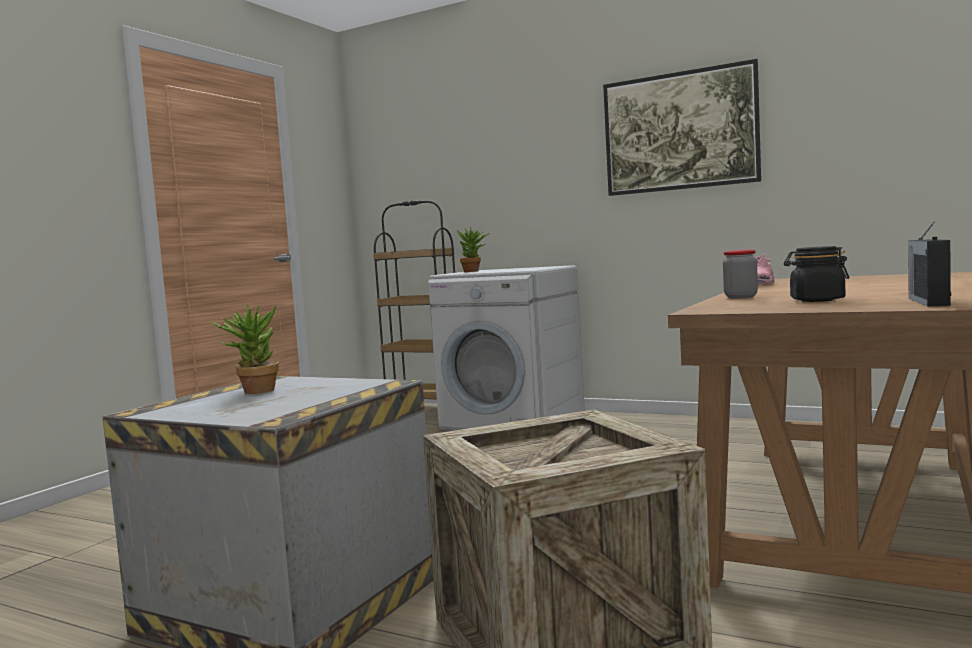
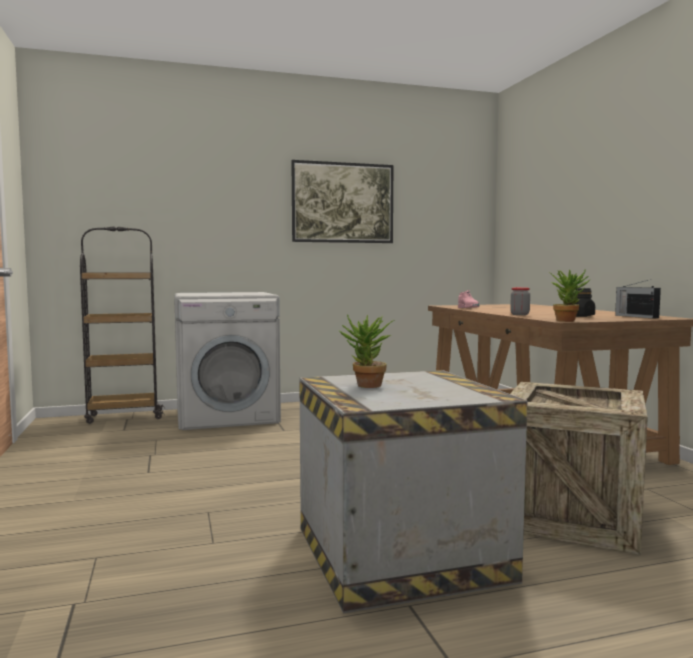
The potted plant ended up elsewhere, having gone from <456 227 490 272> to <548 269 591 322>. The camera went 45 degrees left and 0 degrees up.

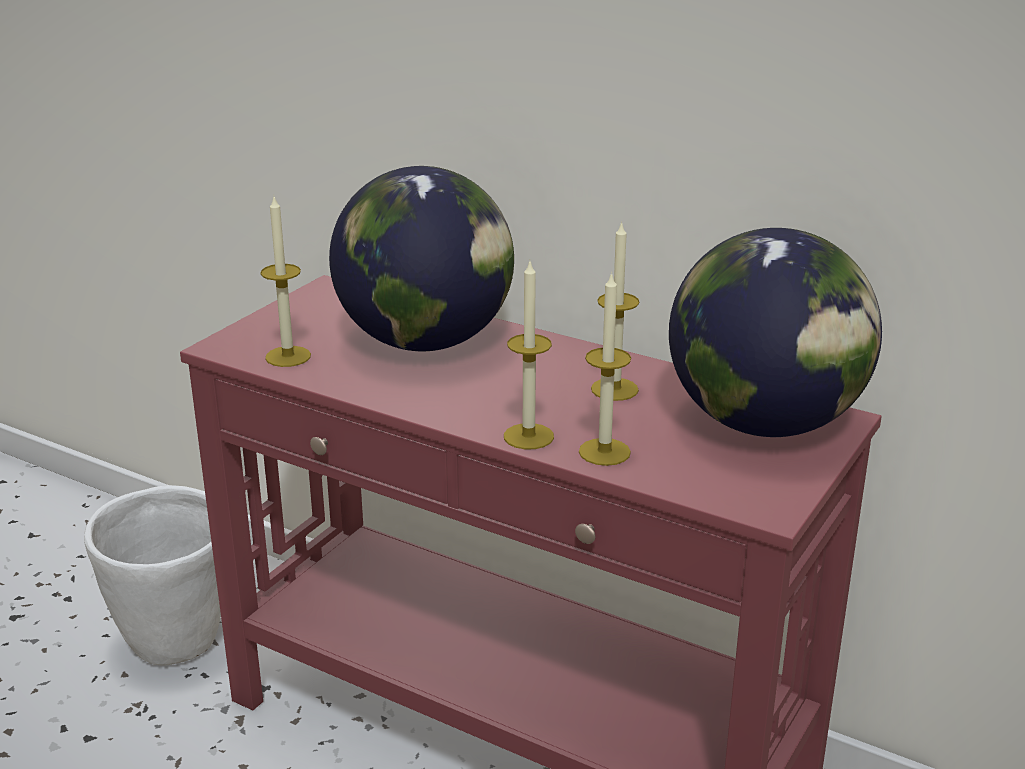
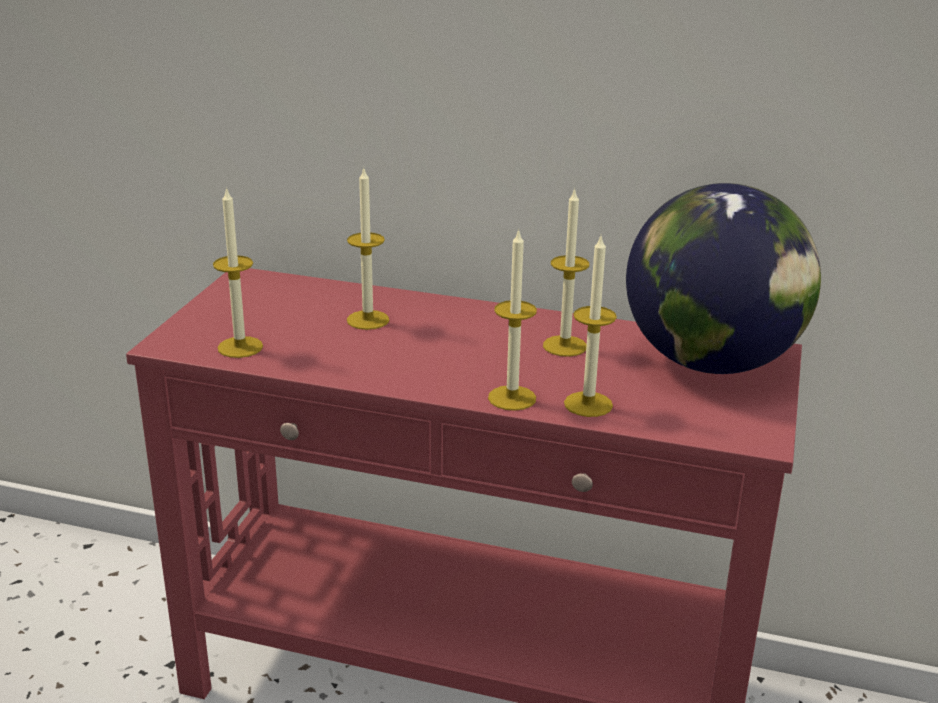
Where the globe stood at <329 166 514 351>, the wax candle came to stand at <347 169 389 330>. The second view lost the white flower pot at <84 485 221 666>. The camera went 15 degrees left and 0 degrees up.

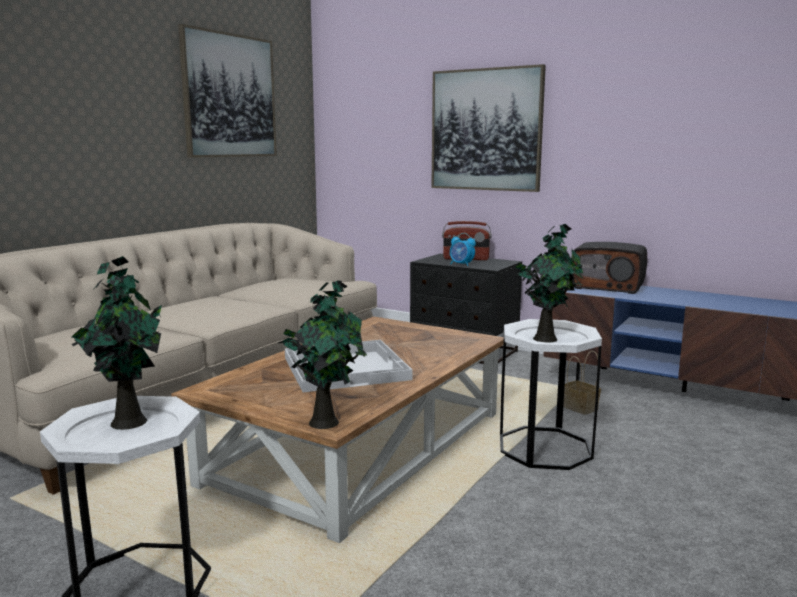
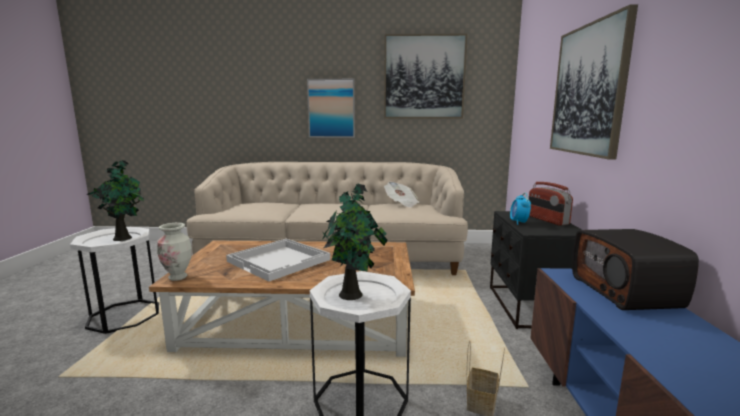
Where the potted plant stood at <278 280 368 429>, the decorative vase came to stand at <157 223 192 281>. The second view gained the picture at <307 79 355 138>. The second view gained the newspaper at <384 182 419 208>. The camera went 60 degrees right and 0 degrees up.

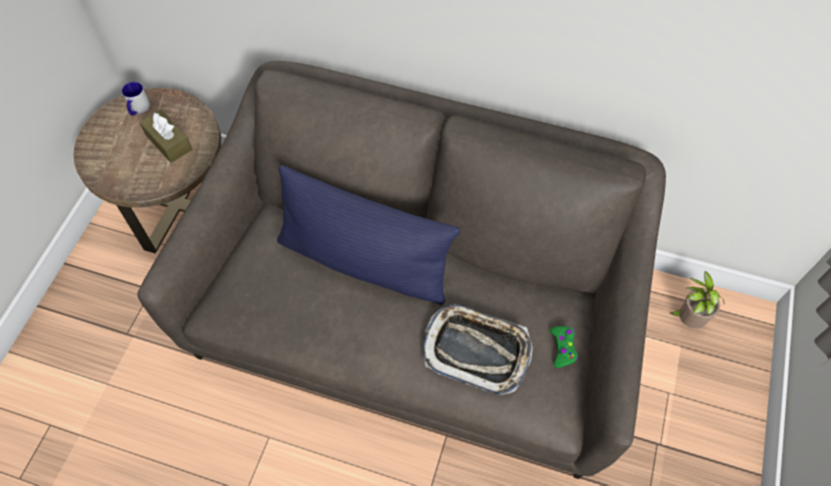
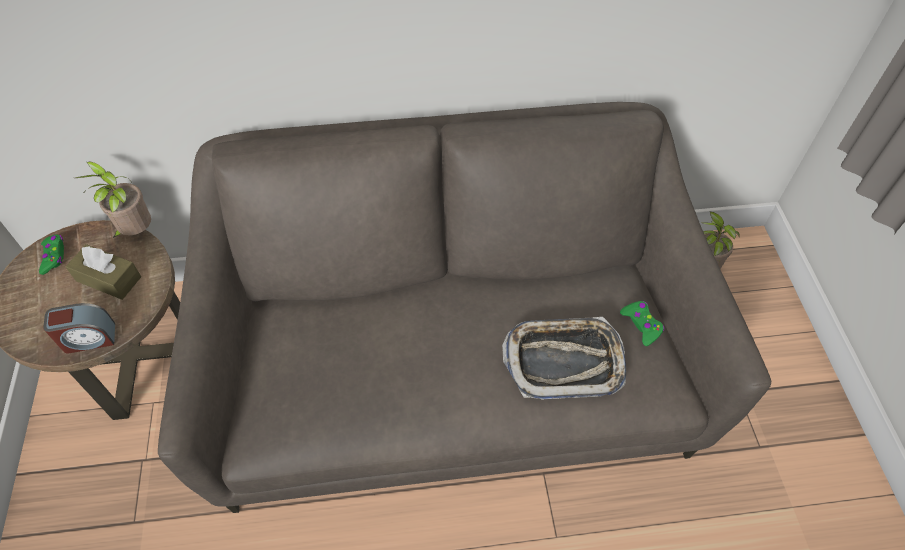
Where the coffee mug stood at <122 82 150 116>, the greenish game controller came to stand at <39 234 64 275>. The second view lost the blue throw pillow at <277 165 460 305>. The second view gained the potted plant at <75 162 151 238>. The second view gained the table clock at <43 303 115 353>. The camera went 25 degrees left and 5 degrees down.

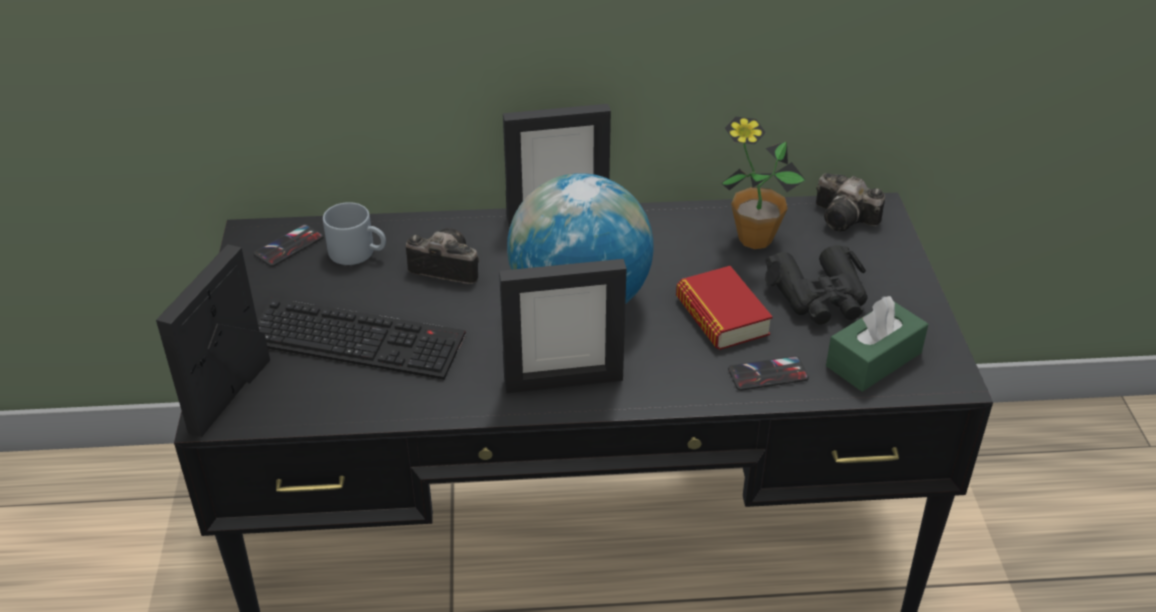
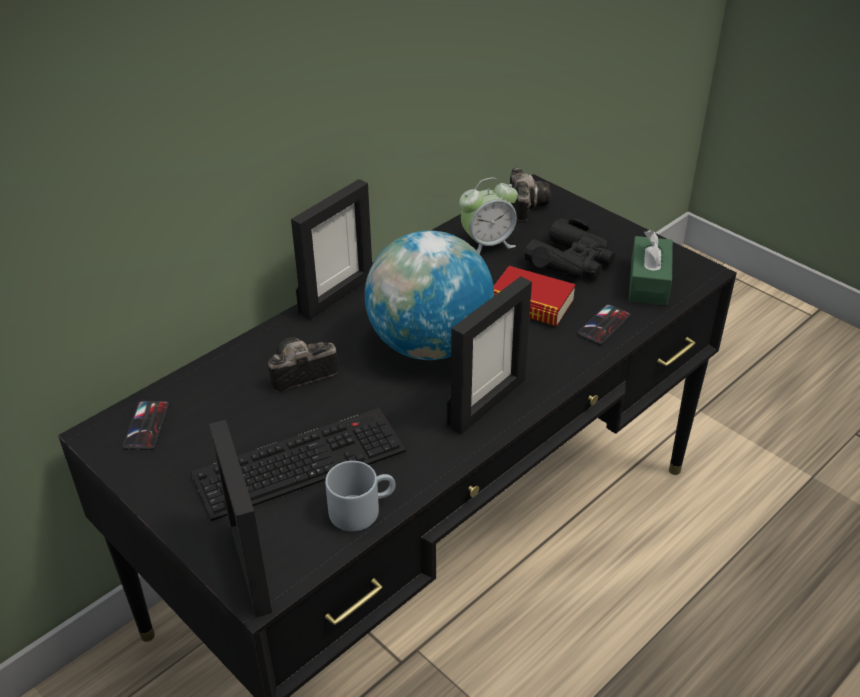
Where the potted plant stood at <721 117 806 249>, the table clock came to stand at <459 178 518 254>. The still camera at <816 173 885 231> ended up facing another way, 90 degrees counterclockwise from before. The greyish coffee mug ended up elsewhere, having gone from <323 202 386 265> to <325 461 396 531>. The camera went 40 degrees left and 0 degrees up.

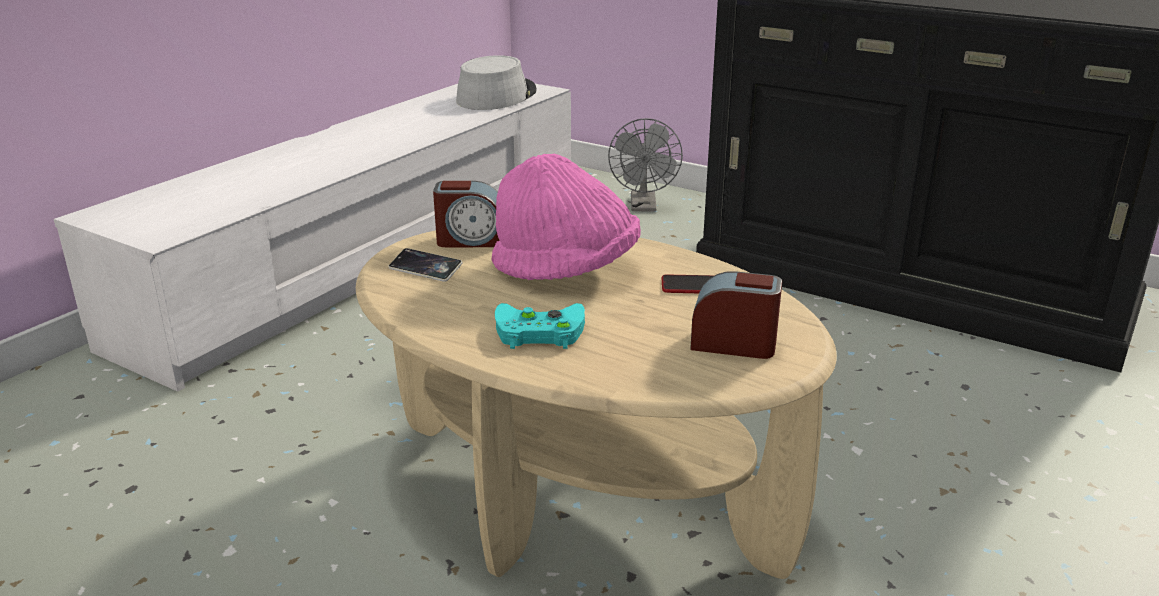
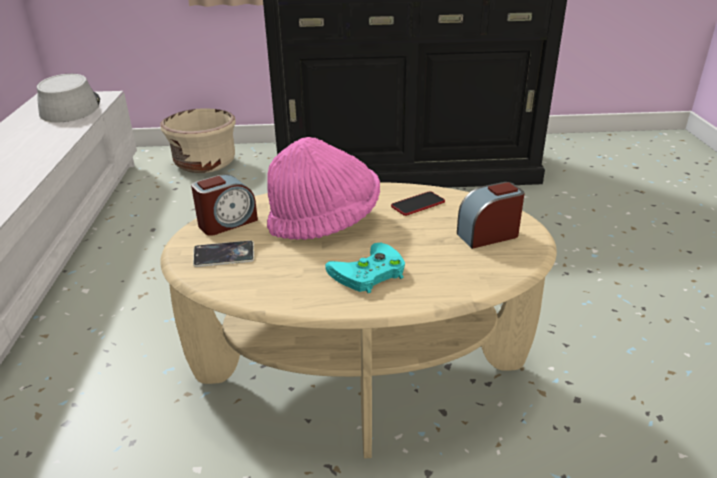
Where the greyish cooling fan stood at <608 118 683 212>, the beige-coloured flower pot came to stand at <160 108 236 173>. The camera went 35 degrees left and 5 degrees up.

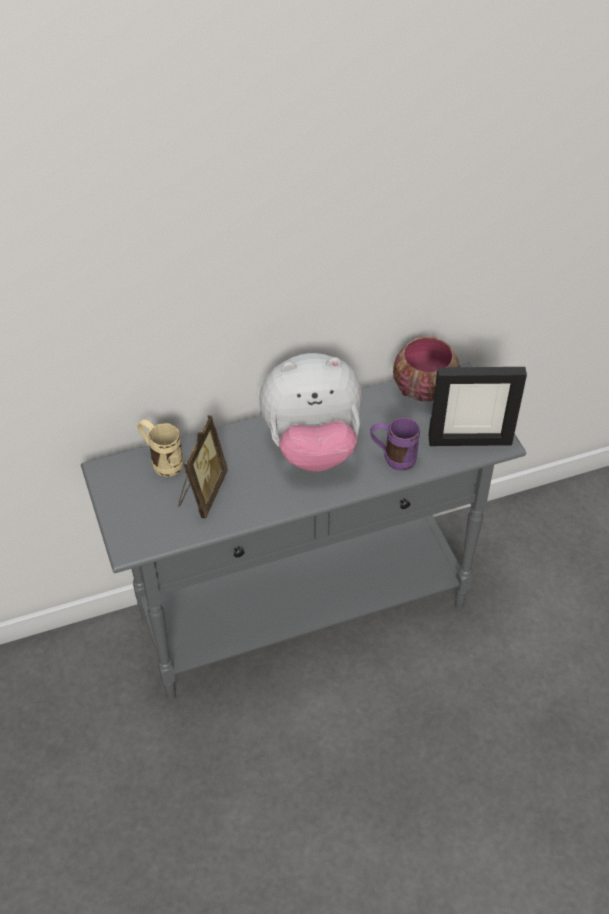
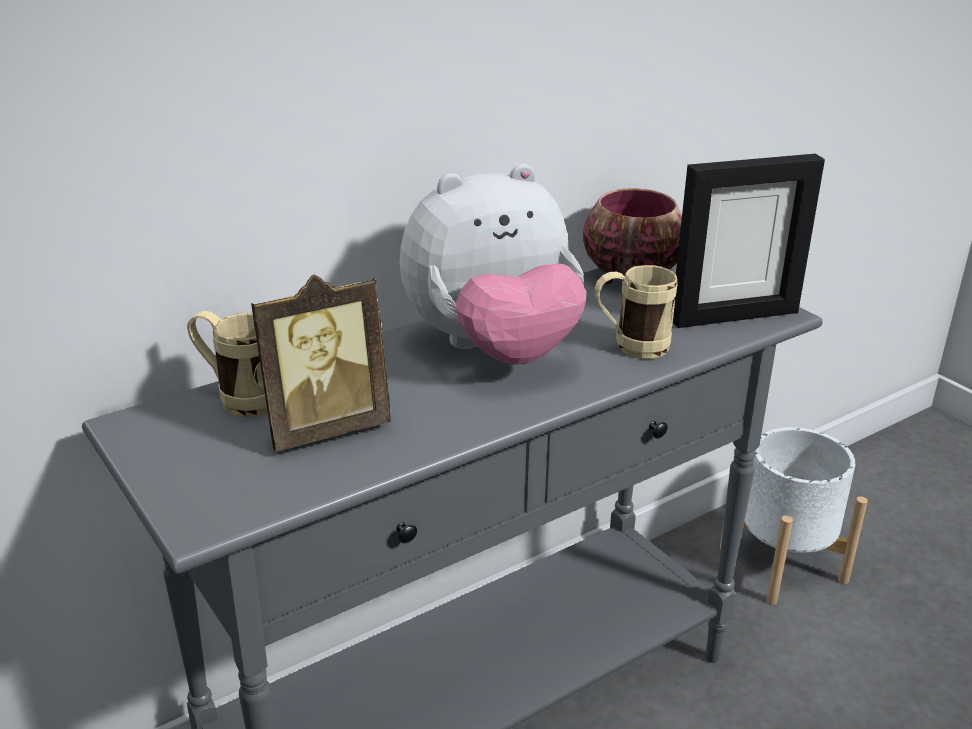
The standing frame at <178 415 228 519> ended up facing another way, 60 degrees clockwise from before. What was the purple coffee mug at <370 417 420 471> turned into the beige-coloured coffee mug at <595 265 678 359>. The second view gained the white flower pot at <720 427 868 605>. The camera went 15 degrees left and 20 degrees down.

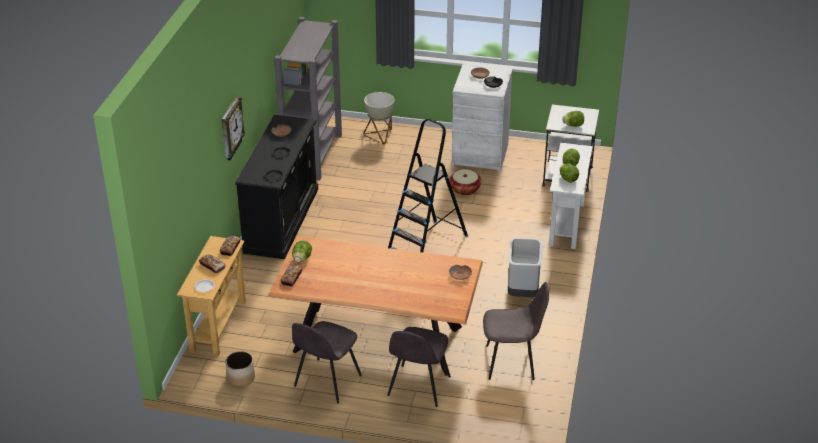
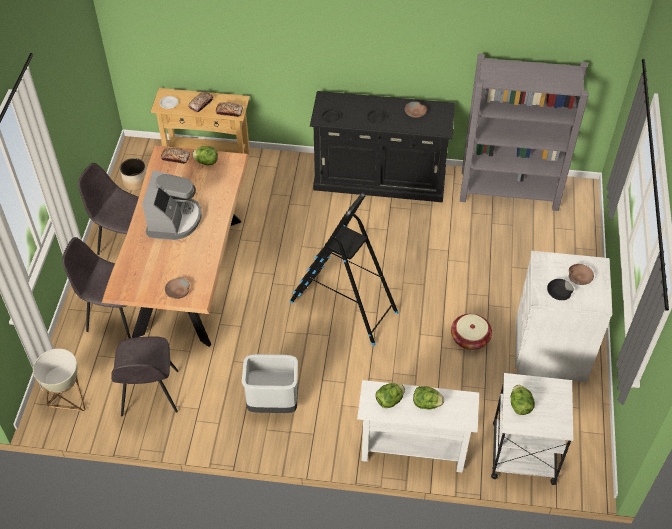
The flower pot ended up elsewhere, having gone from <363 92 395 144> to <33 348 85 411>. The second view lost the hanging clock at <222 96 245 160>. The second view gained the coffee machine at <142 170 202 240>. The camera went 85 degrees right and 15 degrees up.

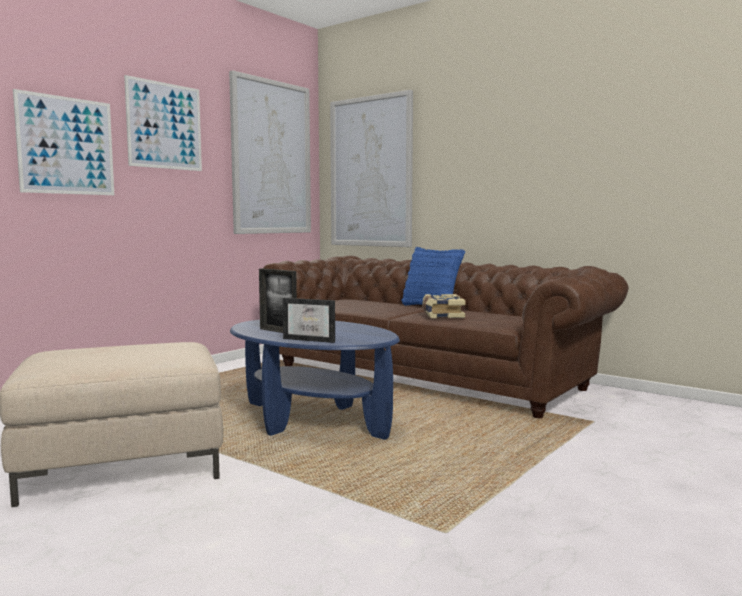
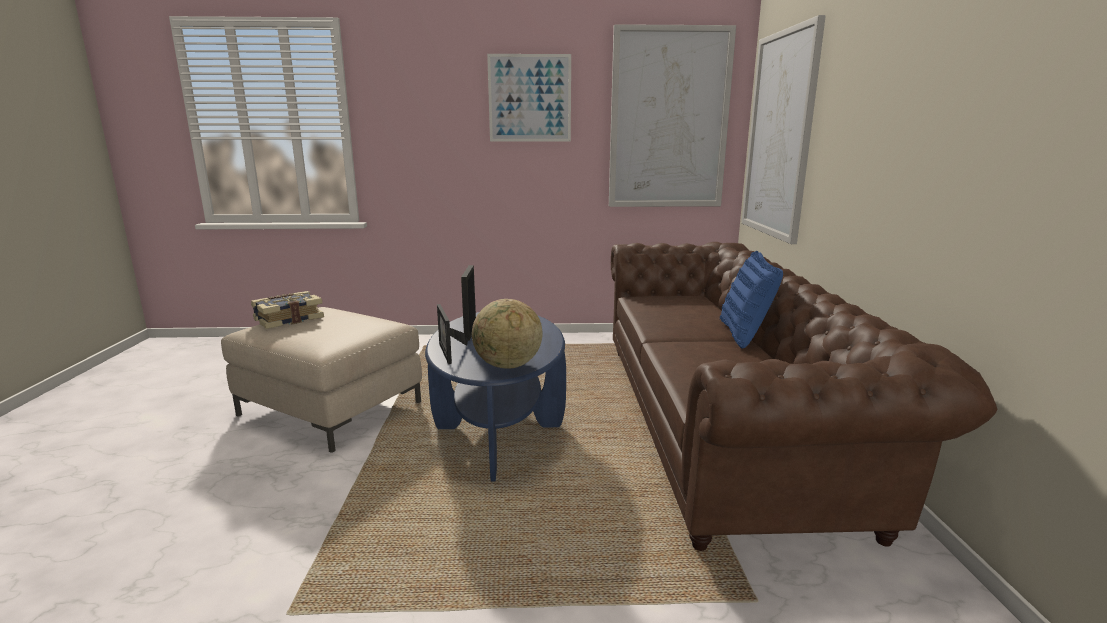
The second view lost the picture at <13 89 114 195>. The volume ended up elsewhere, having gone from <422 294 465 318> to <251 291 324 329>. The second view gained the globe at <472 299 543 369>. The camera went 50 degrees right and 10 degrees up.

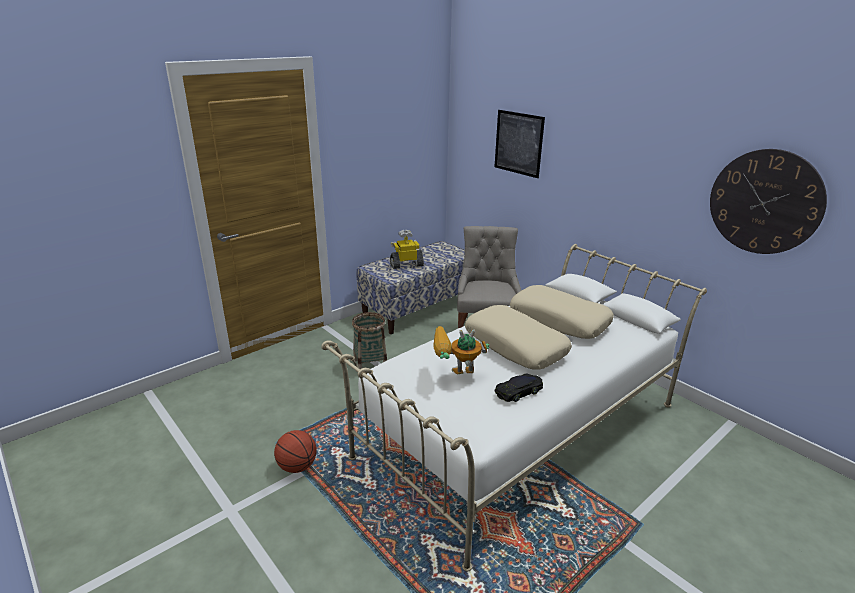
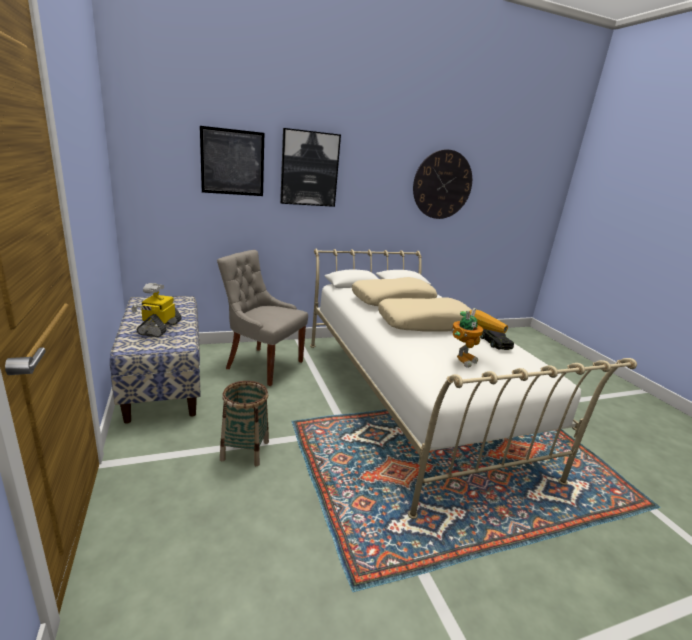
The robot figure at <434 326 489 374> ended up facing another way, 150 degrees counterclockwise from before. The second view lost the ball for basketball at <274 430 317 473>. The second view gained the picture at <280 128 341 207>. The camera went 70 degrees left and 5 degrees down.

